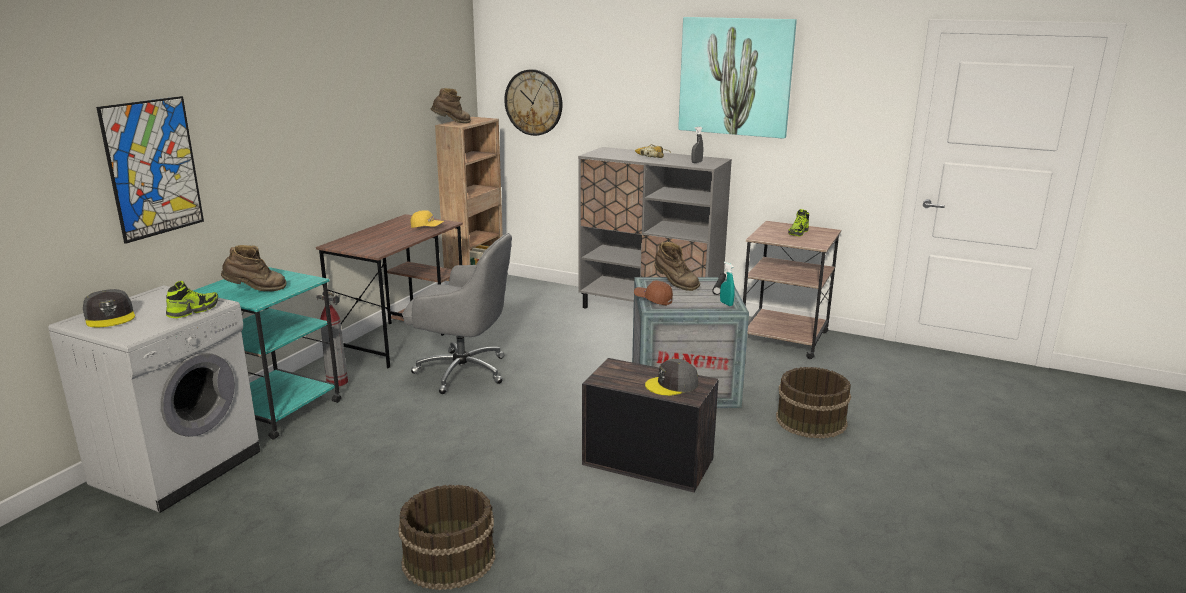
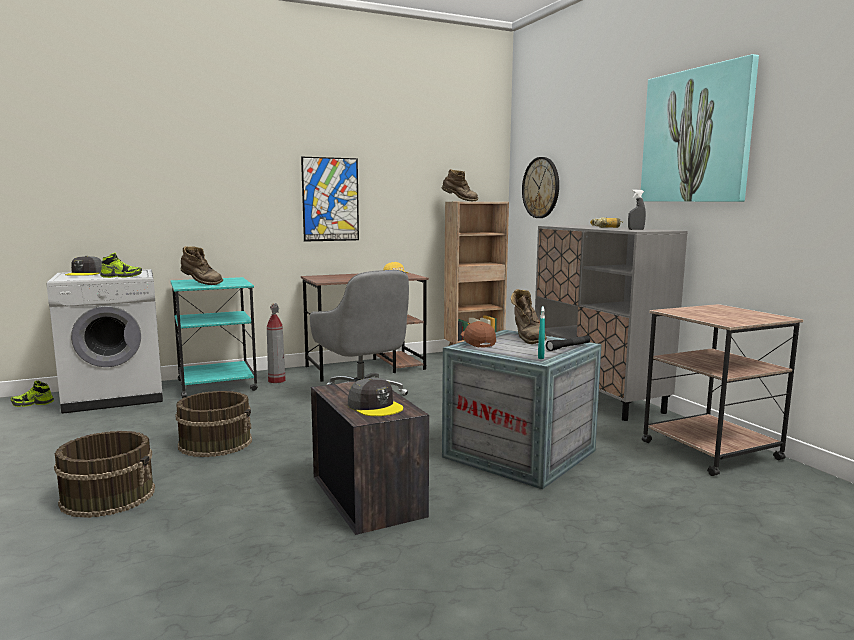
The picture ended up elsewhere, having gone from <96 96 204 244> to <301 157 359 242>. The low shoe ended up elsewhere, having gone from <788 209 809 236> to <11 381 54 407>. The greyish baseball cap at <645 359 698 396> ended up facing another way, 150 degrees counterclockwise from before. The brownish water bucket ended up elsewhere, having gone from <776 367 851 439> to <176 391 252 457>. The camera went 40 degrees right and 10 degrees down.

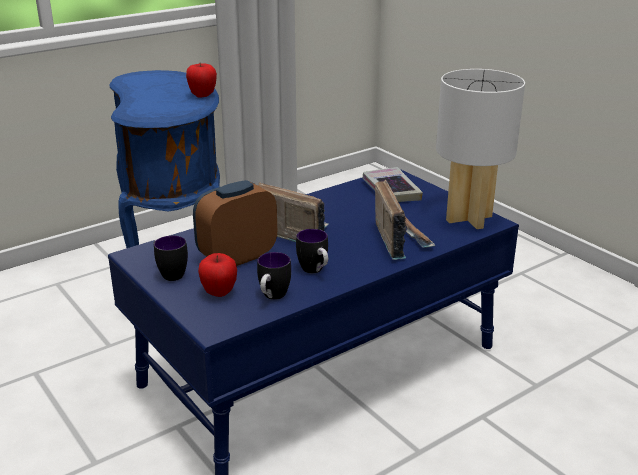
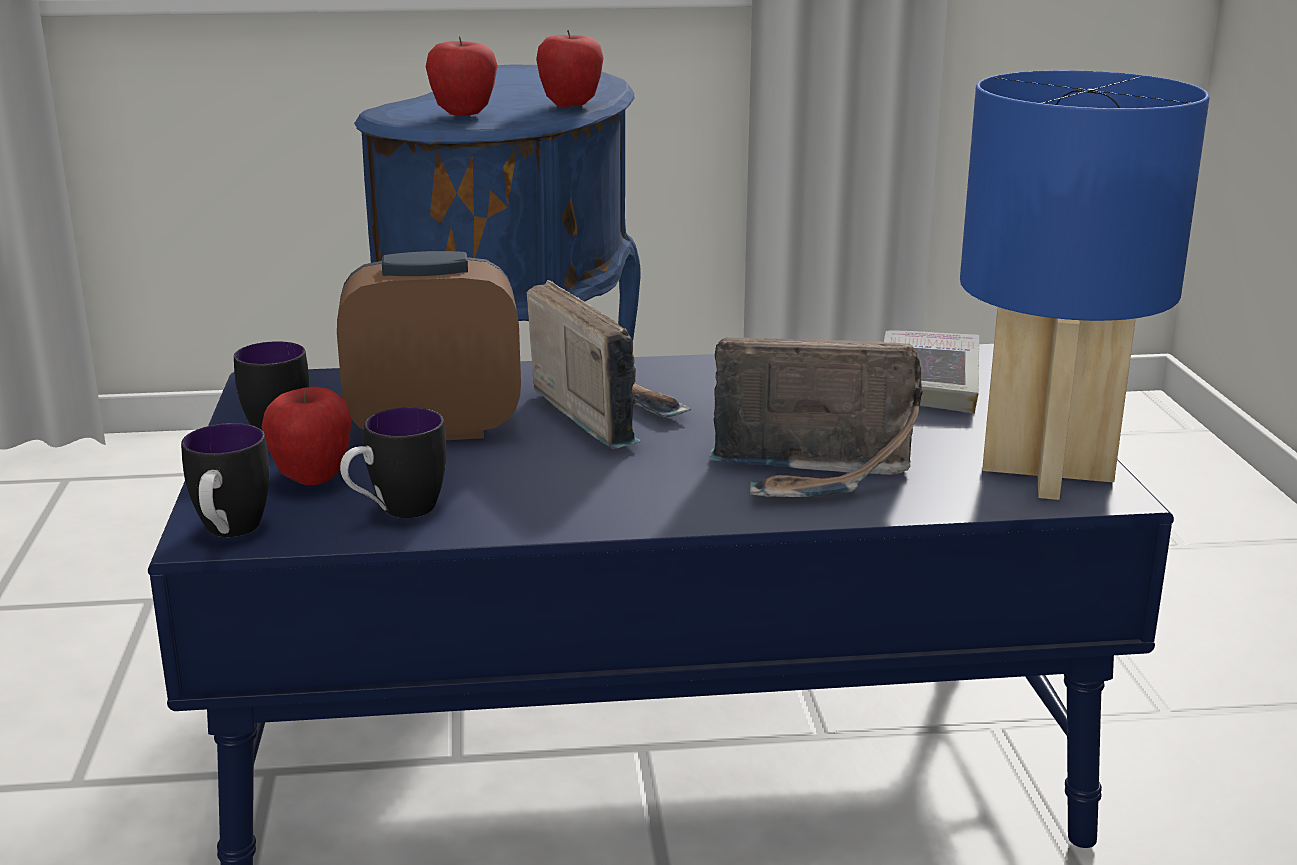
What was the white table lamp at <436 69 525 229> turned into the blue table lamp at <960 70 1209 500>. The radio at <375 180 436 260> ended up facing another way, 75 degrees clockwise from before. The coffee mug ended up elsewhere, having gone from <296 229 328 273> to <181 423 269 537>. The second view gained the apple fruit at <426 36 498 116>. The camera went 30 degrees right and 5 degrees down.

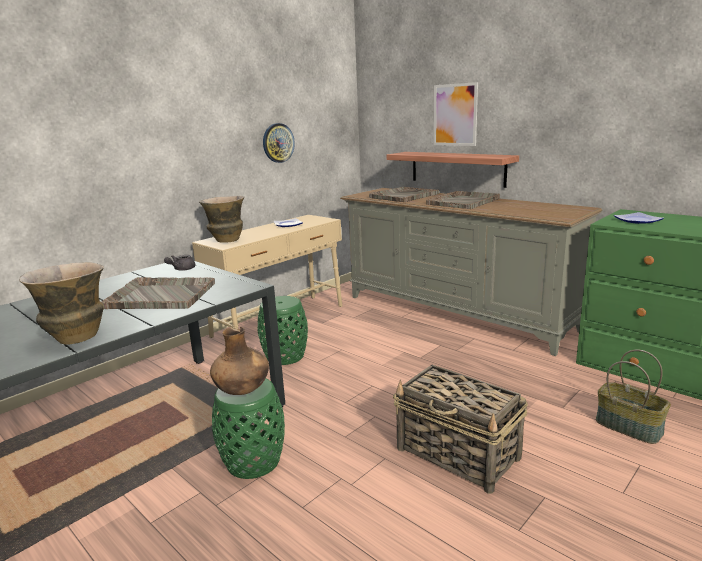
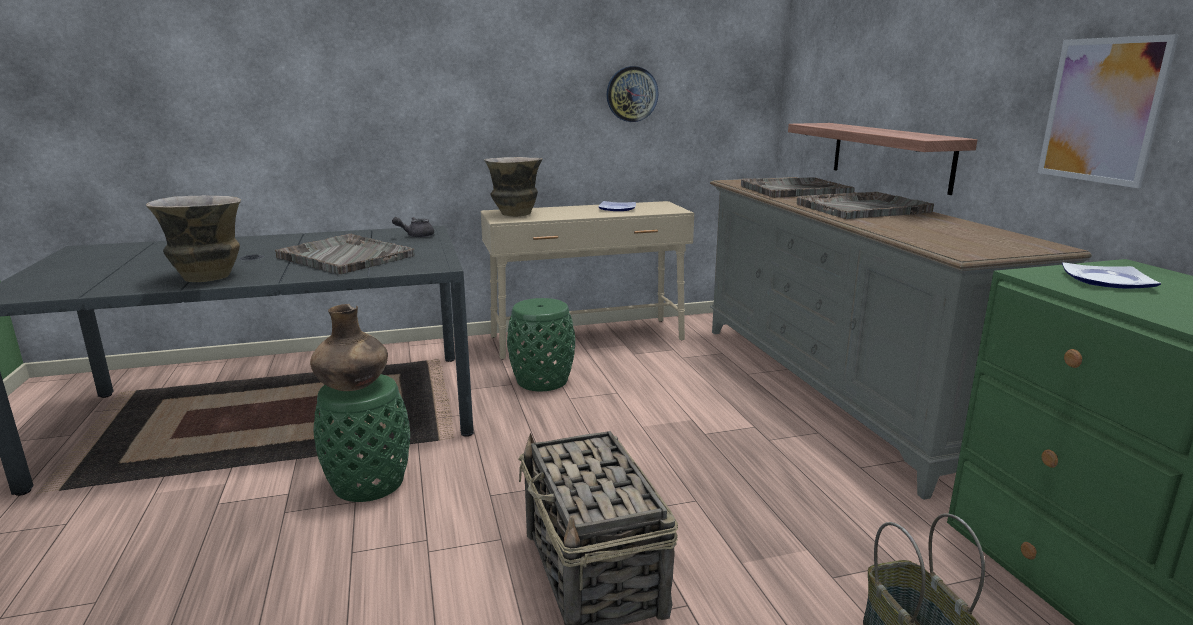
The picture ended up elsewhere, having gone from <434 82 478 146> to <1038 34 1179 188>. The camera went 30 degrees right and 0 degrees up.

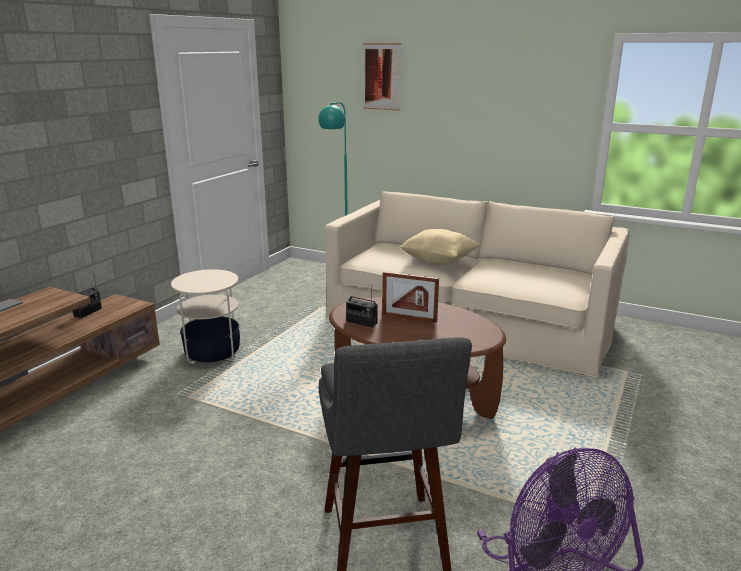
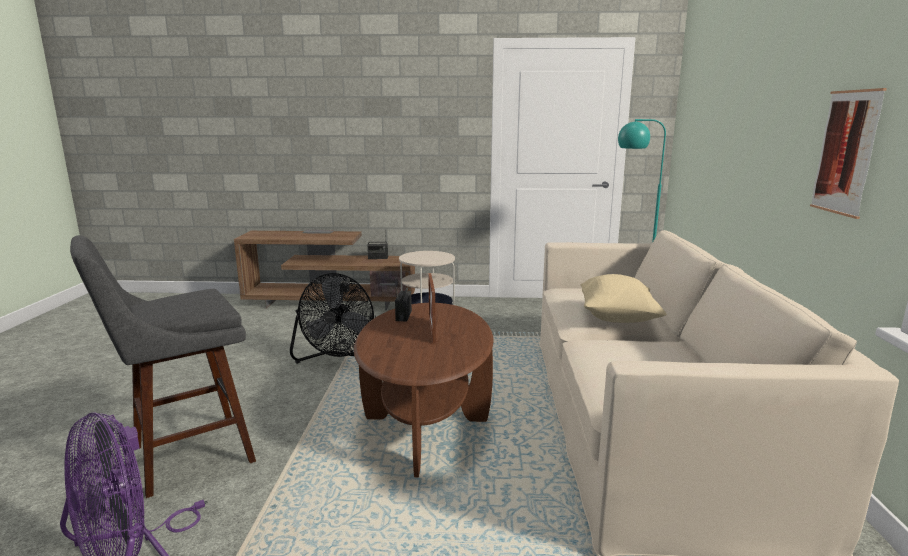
The picture ended up elsewhere, having gone from <363 43 401 111> to <810 88 887 219>. The second view gained the blackish cooling fan at <290 273 376 364>. The camera went 65 degrees right and 5 degrees down.

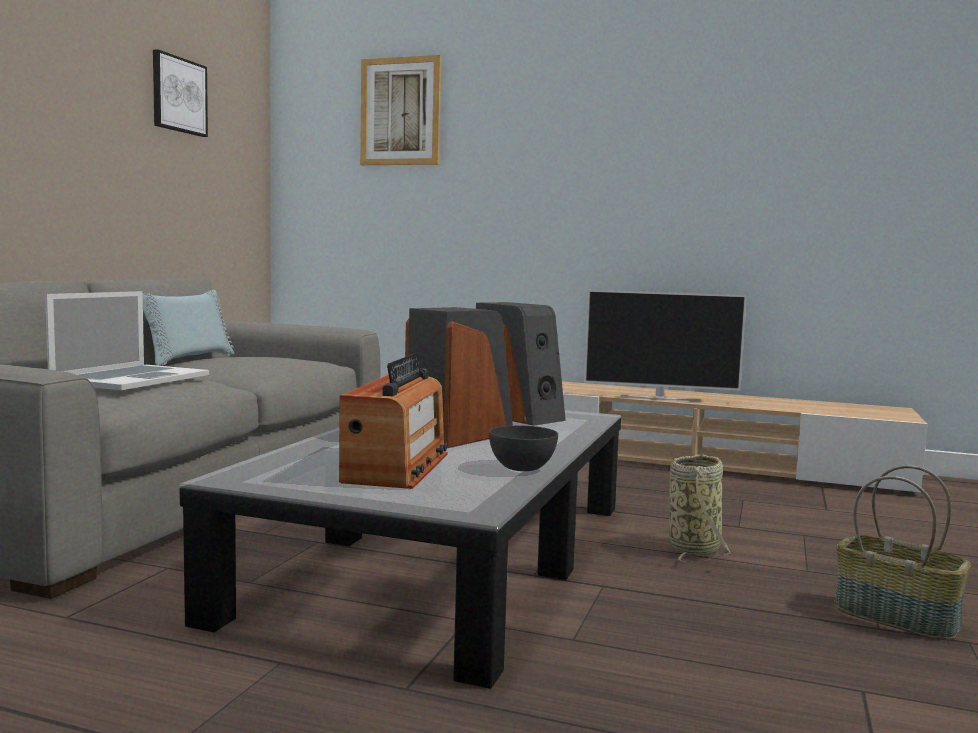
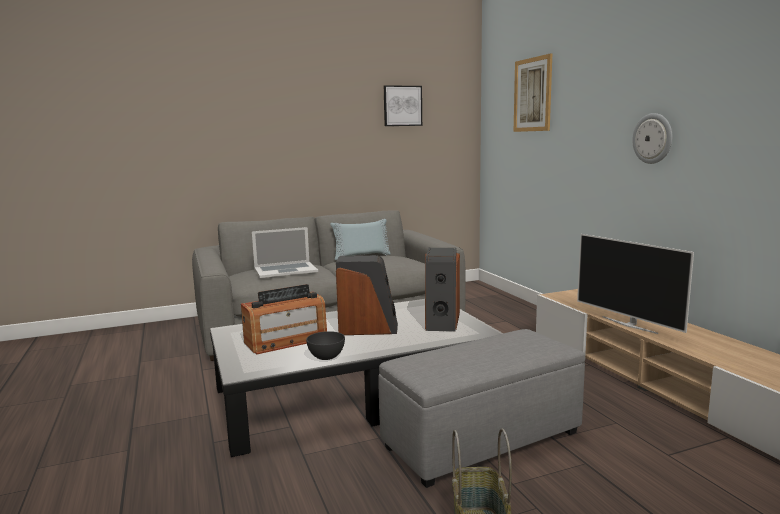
Where the basket stood at <669 454 733 563>, the greyish footrest came to stand at <378 329 585 488>. The second view gained the hanging clock at <632 113 672 164>. The camera went 50 degrees right and 5 degrees up.

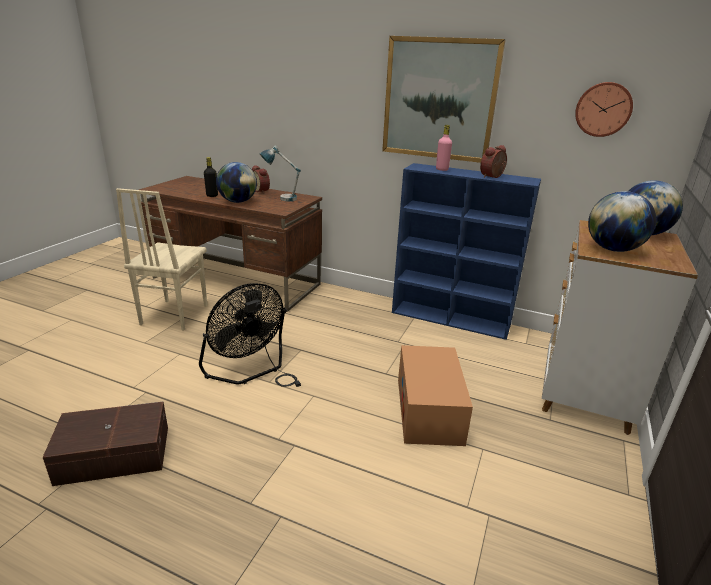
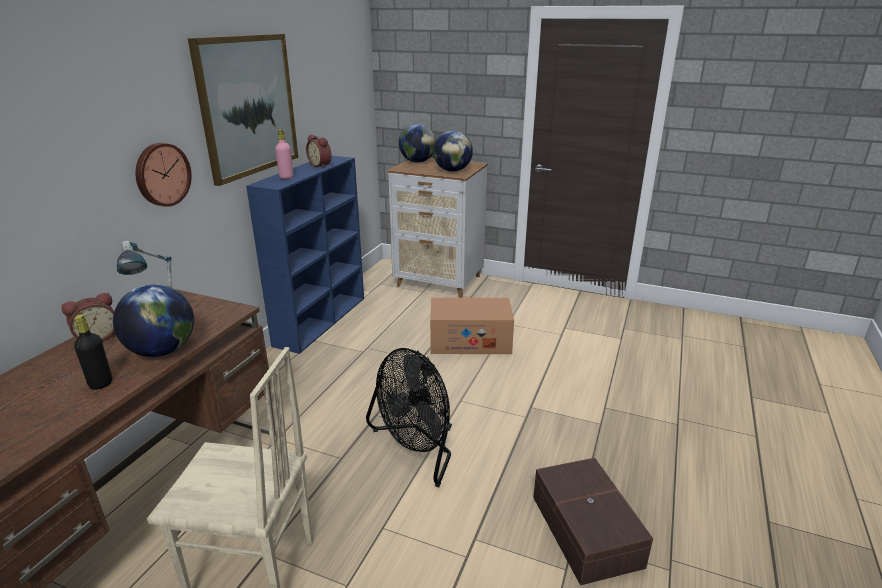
The hanging clock ended up elsewhere, having gone from <575 82 633 137> to <135 143 192 207>. The camera went 90 degrees left and 0 degrees up.

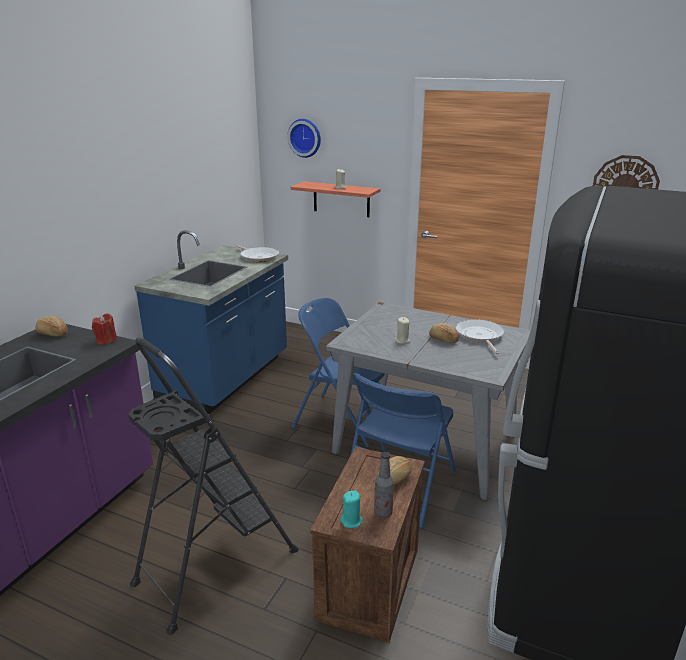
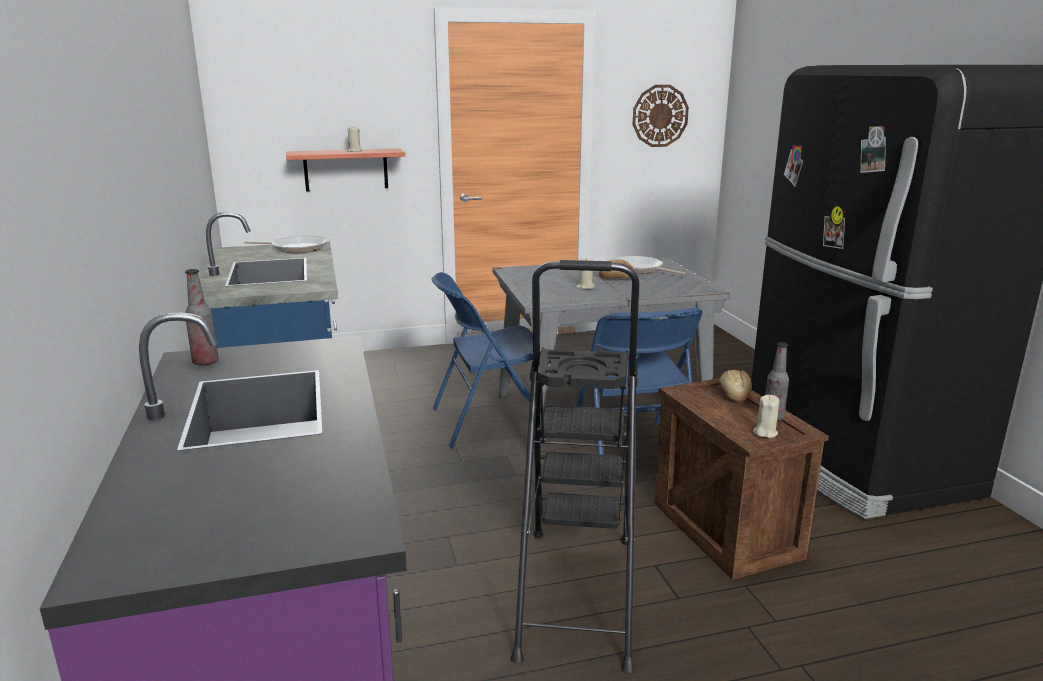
The second view lost the hanging clock at <287 119 321 158>. The second view lost the red-coloured wax candle at <92 314 117 345>. Where the baked bread stood at <36 316 68 336>, the beverage bottle came to stand at <185 269 219 366>. What was the turquoise-coloured wax candle at <340 491 363 528> turned into the beige-coloured wax candle at <753 395 779 438>. The camera went 40 degrees left and 5 degrees down.

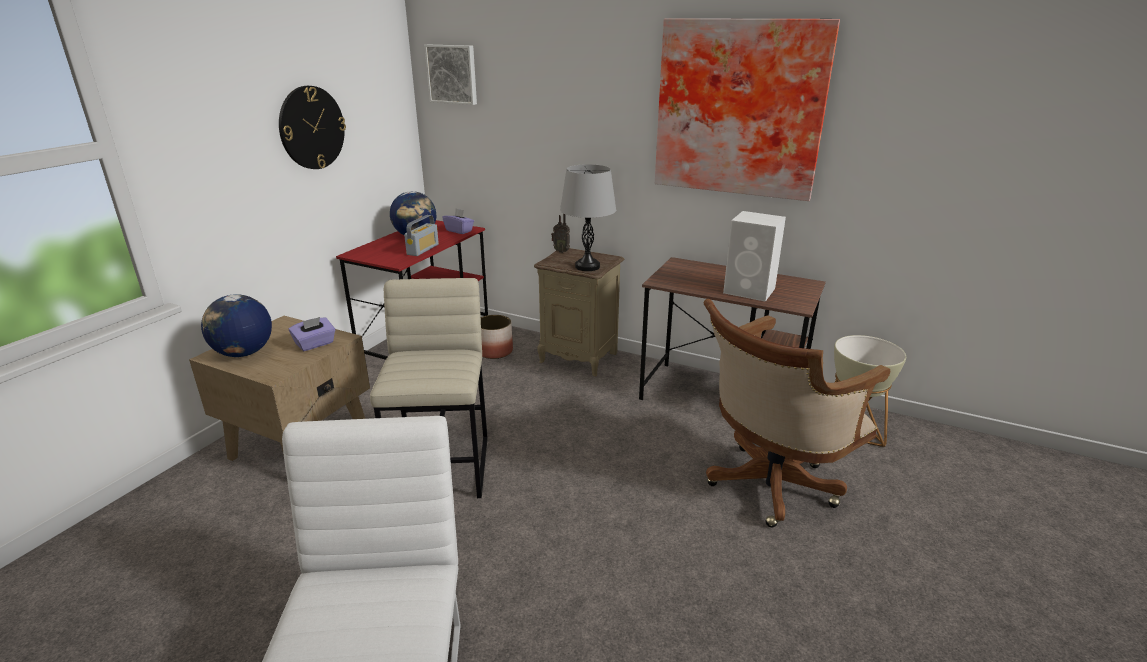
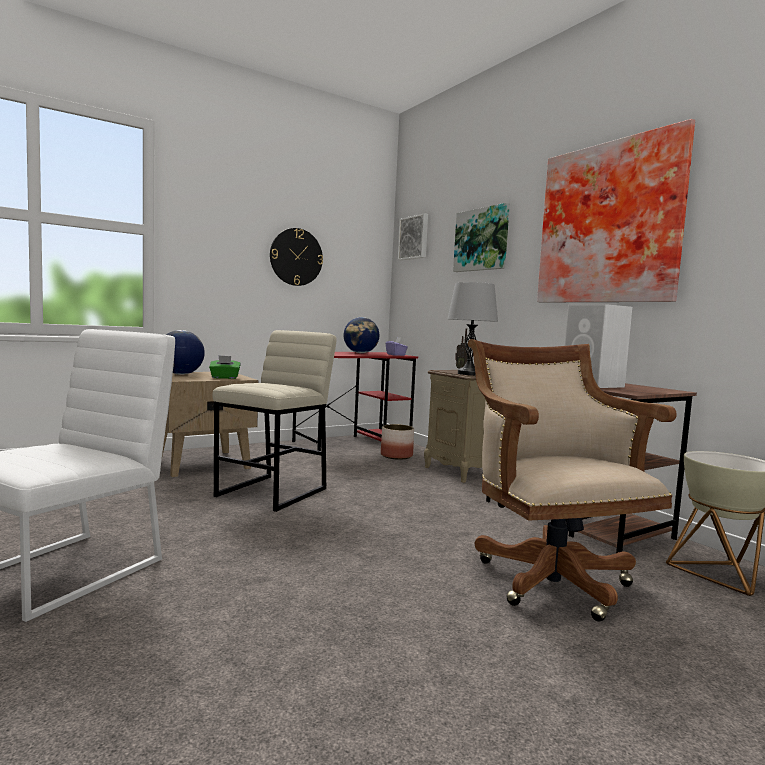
The second view lost the radio at <404 215 439 256>. The desk chair at <704 299 890 527> ended up facing another way, 75 degrees clockwise from before. What was the purple tissue box at <289 317 335 351> turned into the greenish tissue box at <209 355 241 379>. The second view gained the picture at <453 203 510 272>. The camera went 30 degrees right and 20 degrees down.

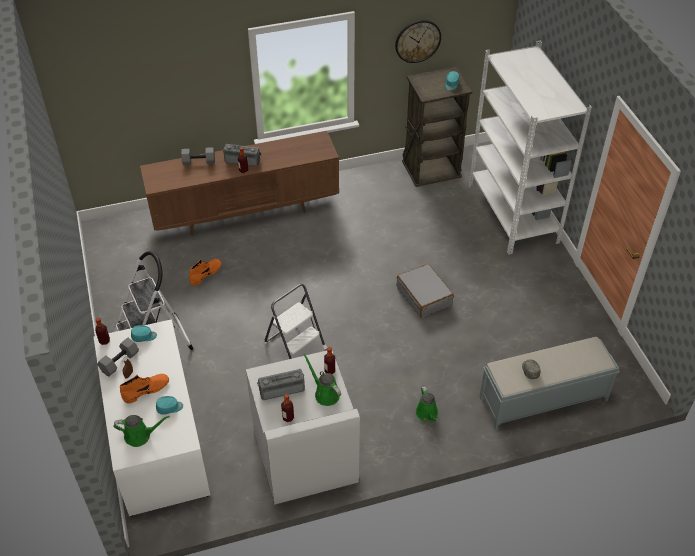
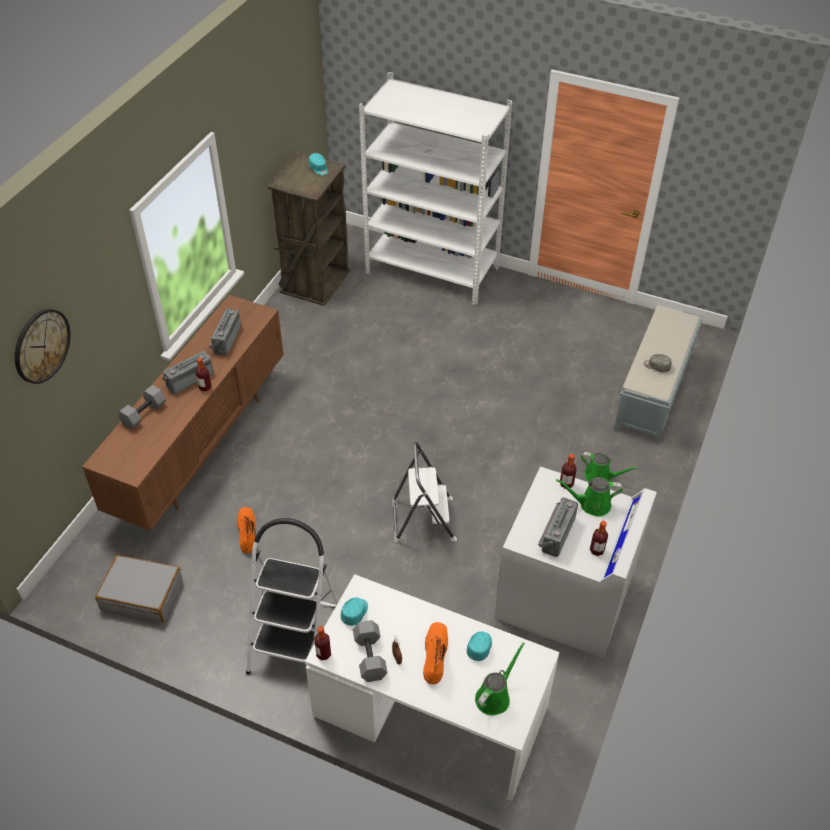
The hanging clock ended up elsewhere, having gone from <395 20 441 63> to <15 309 70 384>. The greyish travel case ended up elsewhere, having gone from <397 263 454 318> to <95 555 182 623>. The second view gained the radio at <209 308 241 356>. The camera went 50 degrees left and 0 degrees up.

